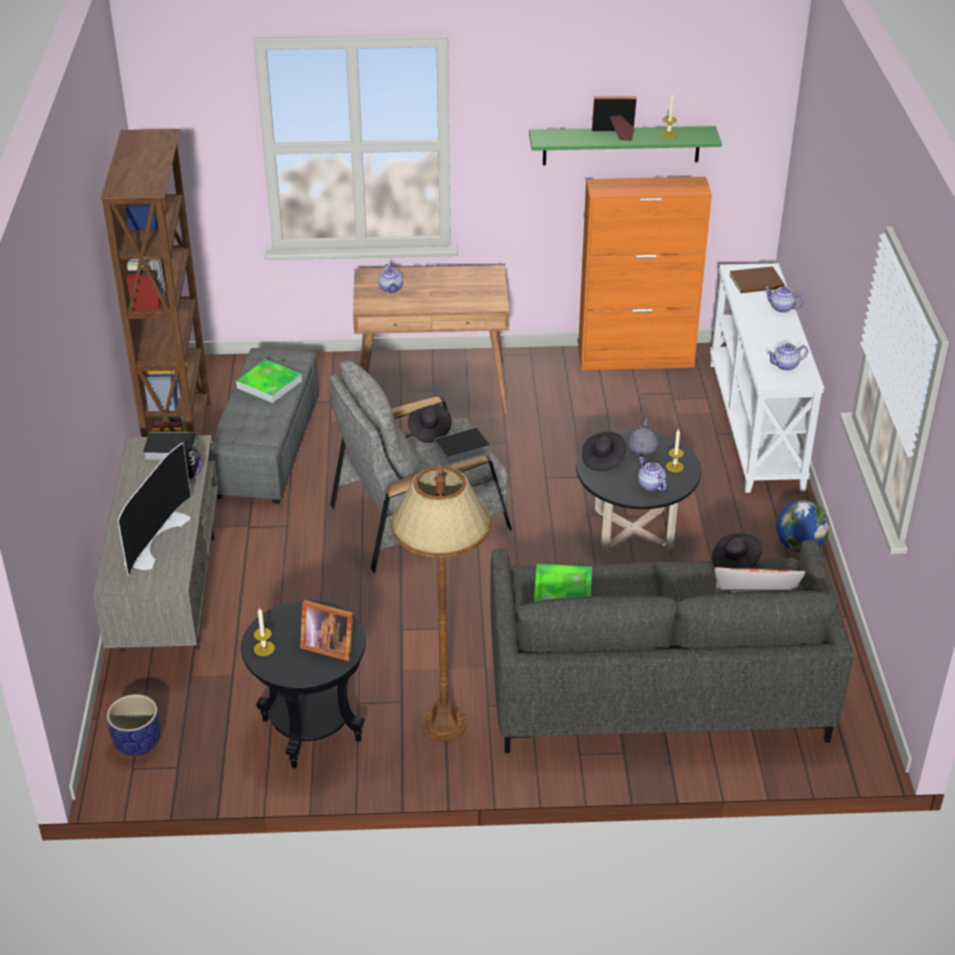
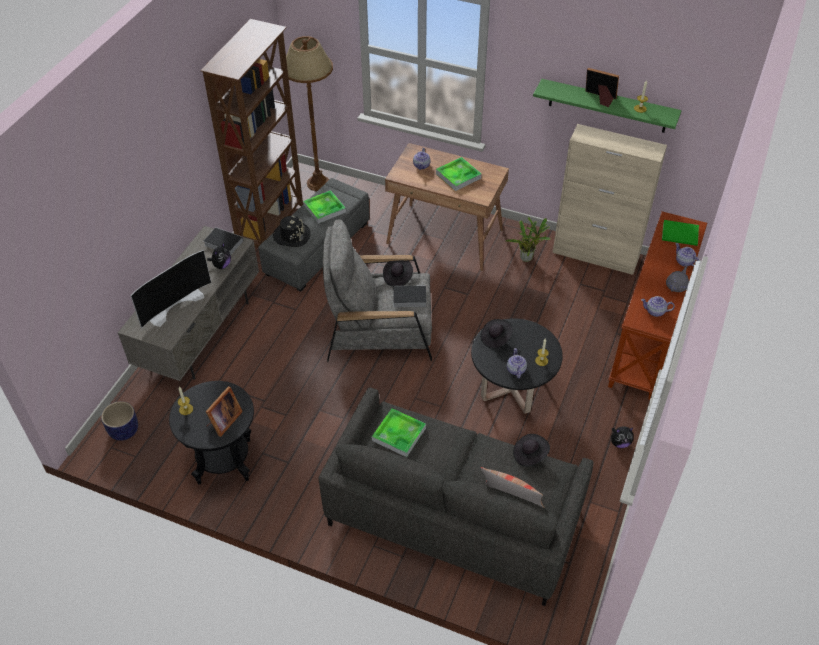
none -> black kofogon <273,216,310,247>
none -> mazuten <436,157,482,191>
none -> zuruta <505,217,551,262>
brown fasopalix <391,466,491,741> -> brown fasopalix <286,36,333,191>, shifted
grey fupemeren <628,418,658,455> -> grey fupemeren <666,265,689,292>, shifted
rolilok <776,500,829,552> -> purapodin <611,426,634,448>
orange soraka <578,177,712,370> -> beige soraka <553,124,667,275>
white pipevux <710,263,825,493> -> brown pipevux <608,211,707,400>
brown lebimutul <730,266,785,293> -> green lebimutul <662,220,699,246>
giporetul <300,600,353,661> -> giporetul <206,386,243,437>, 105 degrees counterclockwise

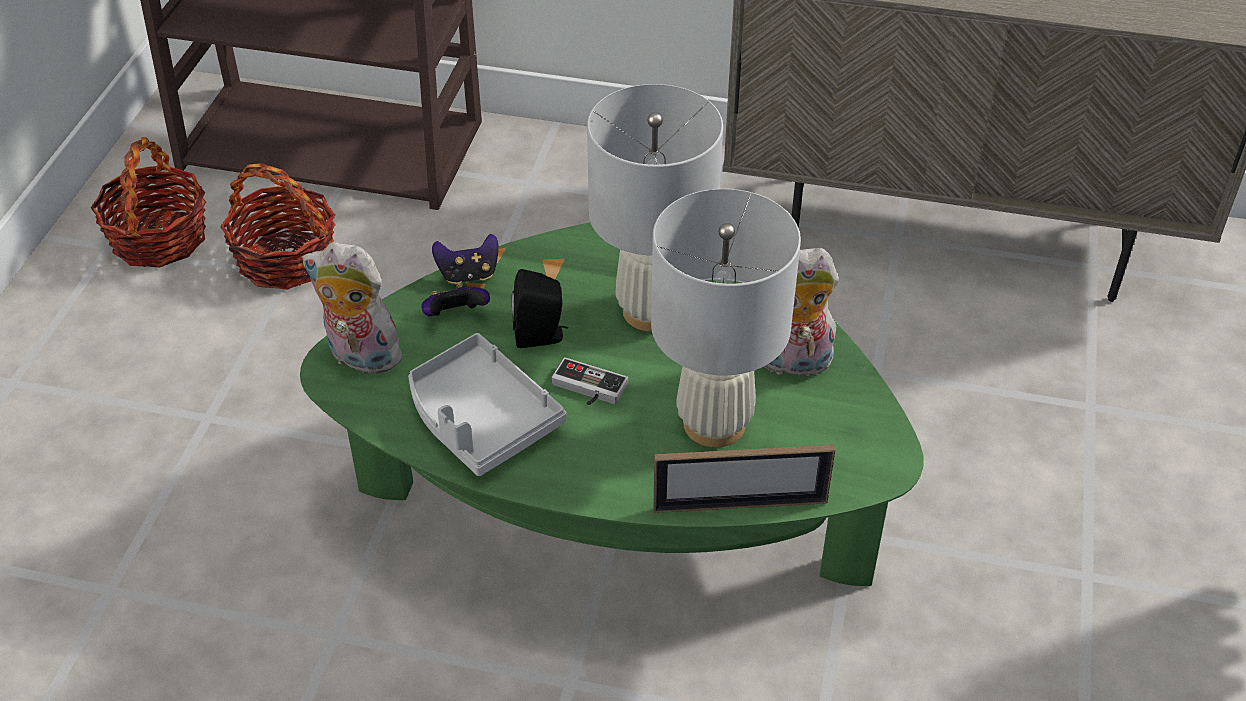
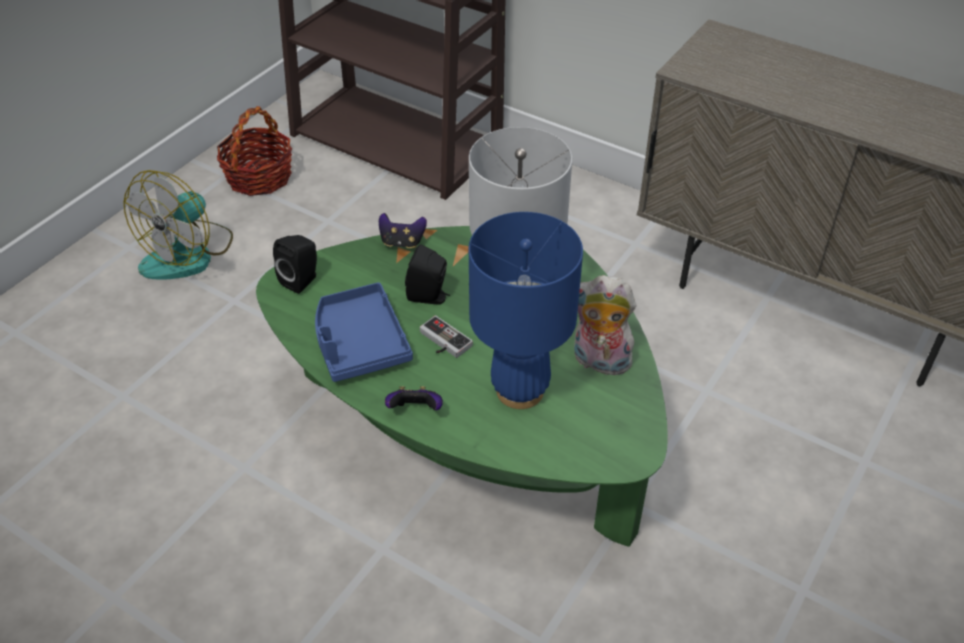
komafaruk <220,163,336,290> -> none
giporetul <653,445,835,513> -> none
none -> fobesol <123,170,233,280>
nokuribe <421,283,490,316> -> nokuribe <385,386,443,410>, shifted
purapodin <302,242,405,374> -> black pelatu <273,235,317,294>
grey mazuten <408,333,566,476> -> blue mazuten <315,282,413,382>
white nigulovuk <651,189,801,447> -> blue nigulovuk <469,212,583,409>

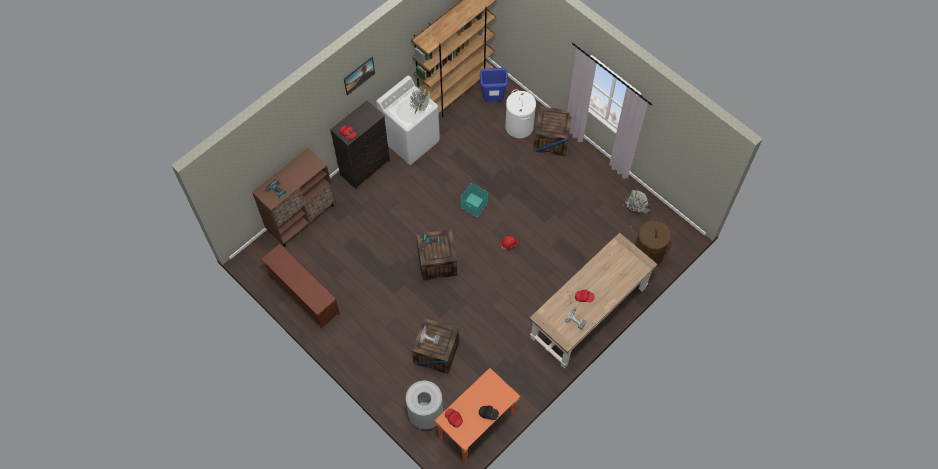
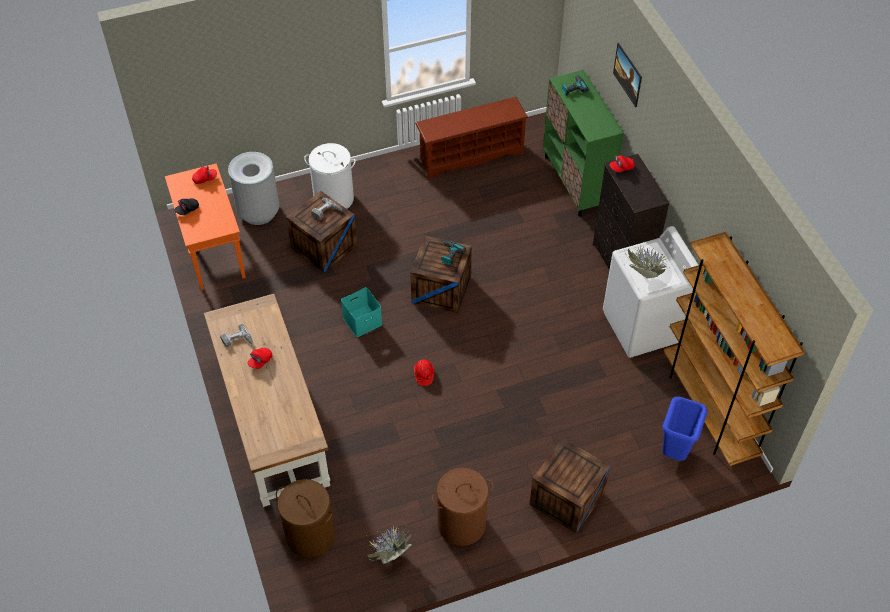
none -> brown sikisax <432,468,494,546>
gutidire <344,57,375,96> -> gutidire <613,43,642,107>, shifted
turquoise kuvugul <460,183,488,217> -> turquoise kuvugul <341,287,382,337>, shifted
white sikisax <505,89,536,138> -> white sikisax <304,143,356,209>, shifted
brown soraka <252,148,335,247> -> green soraka <543,70,624,217>

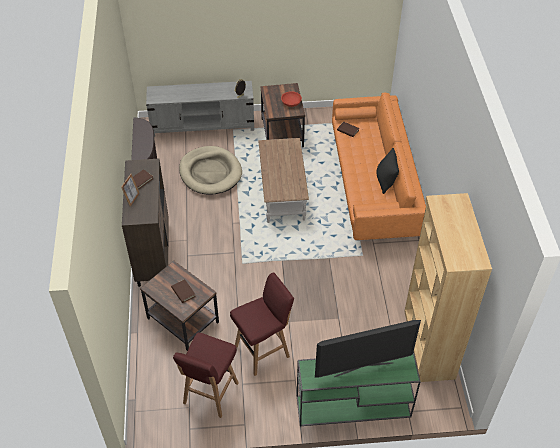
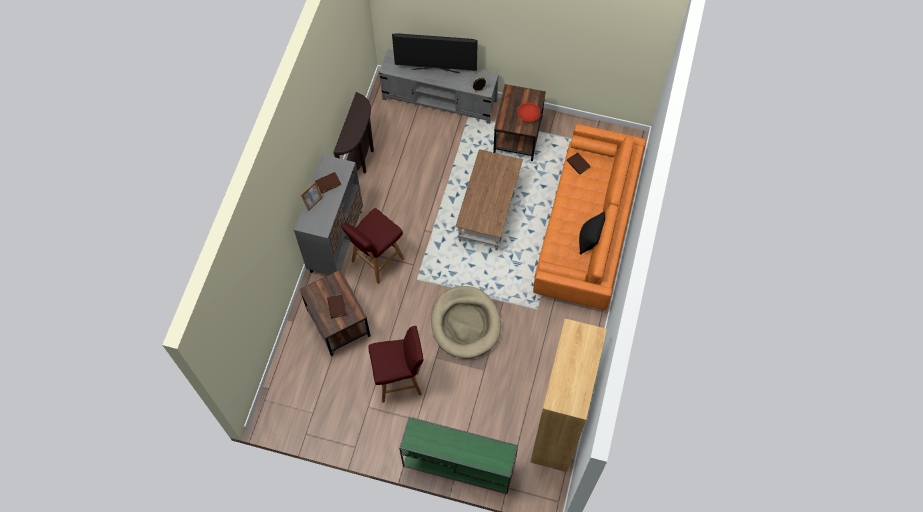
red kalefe <173,333,239,418> -> red kalefe <341,208,404,284>, shifted
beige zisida <179,146,242,195> -> beige zisida <431,286,501,358>, shifted
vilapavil <315,320,421,378> -> vilapavil <392,33,478,73>, shifted
brown soraka <122,159,169,287> -> grey soraka <294,154,363,275>

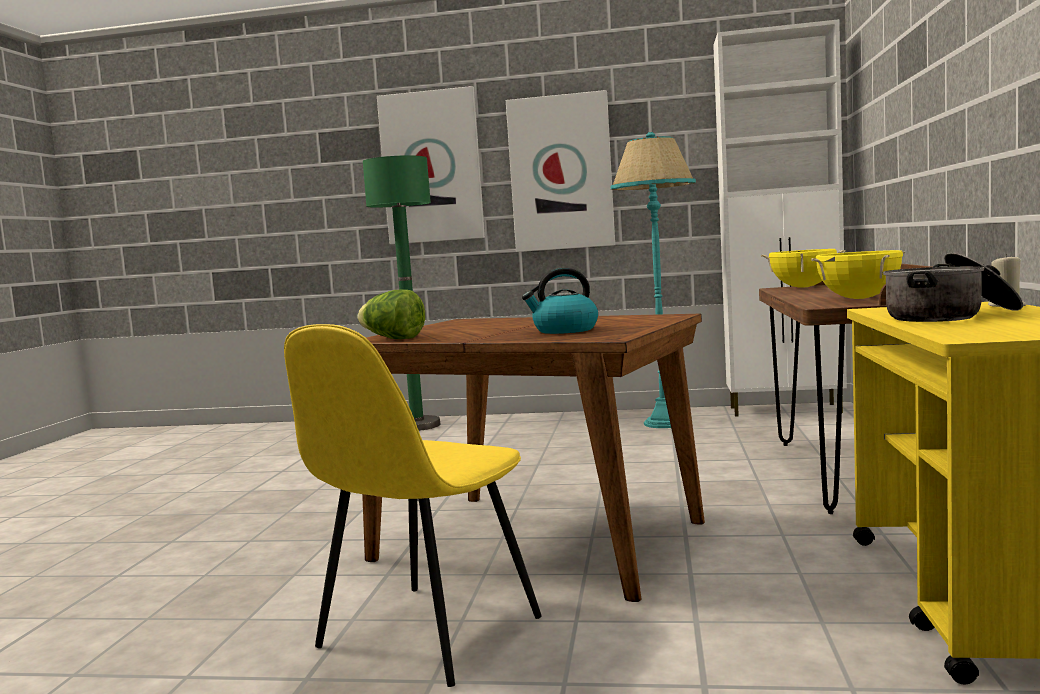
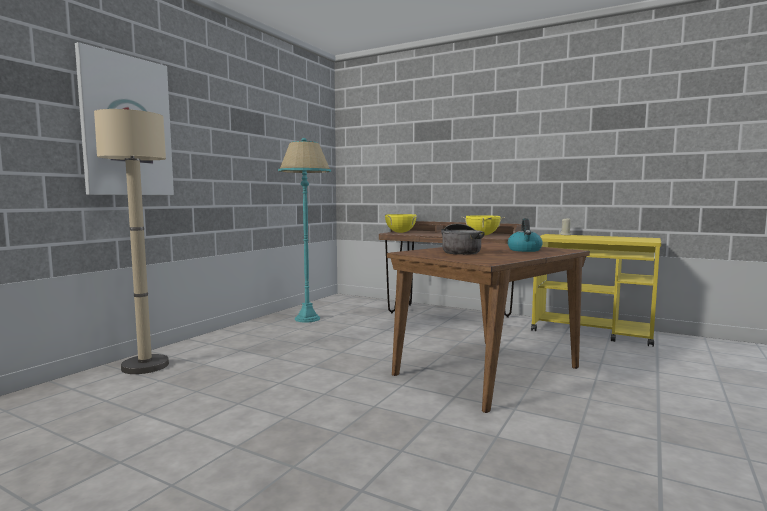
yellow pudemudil <284,324,542,687> -> none
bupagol <358,290,425,339> -> none
gutidire <506,90,615,252> -> none
white soraka <713,19,847,417> -> none
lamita <883,253,1023,322> -> lamita <441,224,484,255>, shifted
green fasopalix <363,155,441,431> -> beige fasopalix <94,109,169,374>

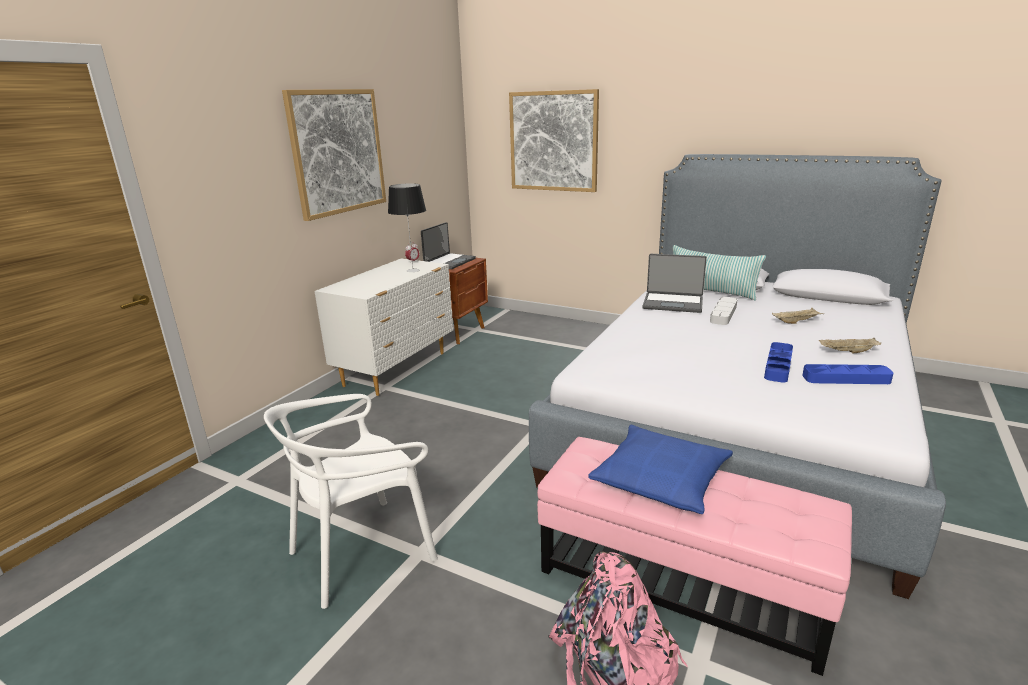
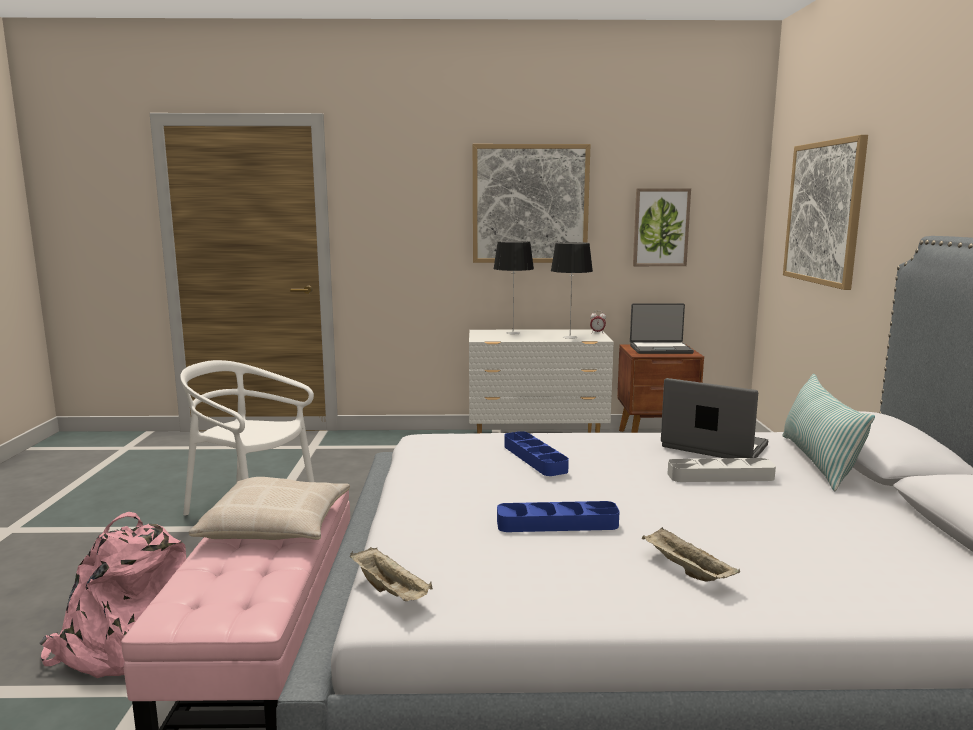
none -> nigulovuk <493,241,534,335>
none -> gutidire <633,188,691,266>
beige mazuten <772,307,824,324> -> beige mazuten <350,547,433,601>, shifted
blue mazuten <802,364,894,384> -> blue mazuten <504,431,569,476>, shifted
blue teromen <588,425,733,514> -> beige teromen <189,477,350,540>
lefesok <642,254,707,313> -> lefesok <661,378,768,458>, 135 degrees clockwise

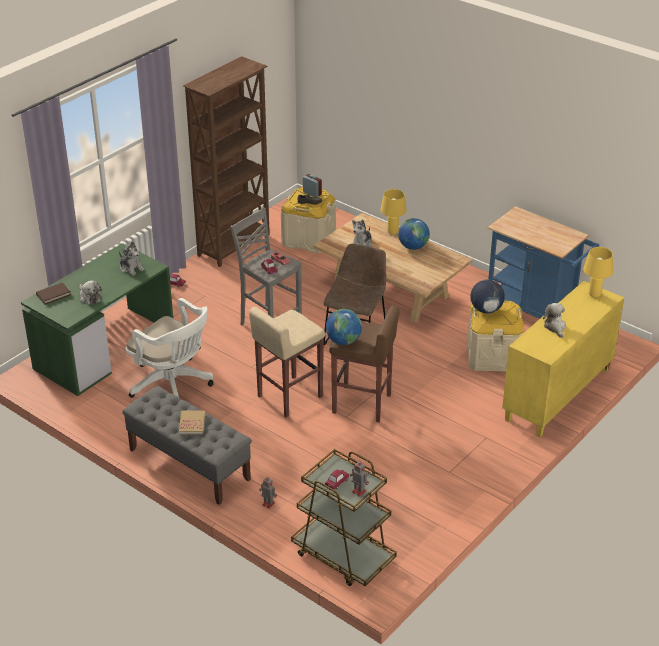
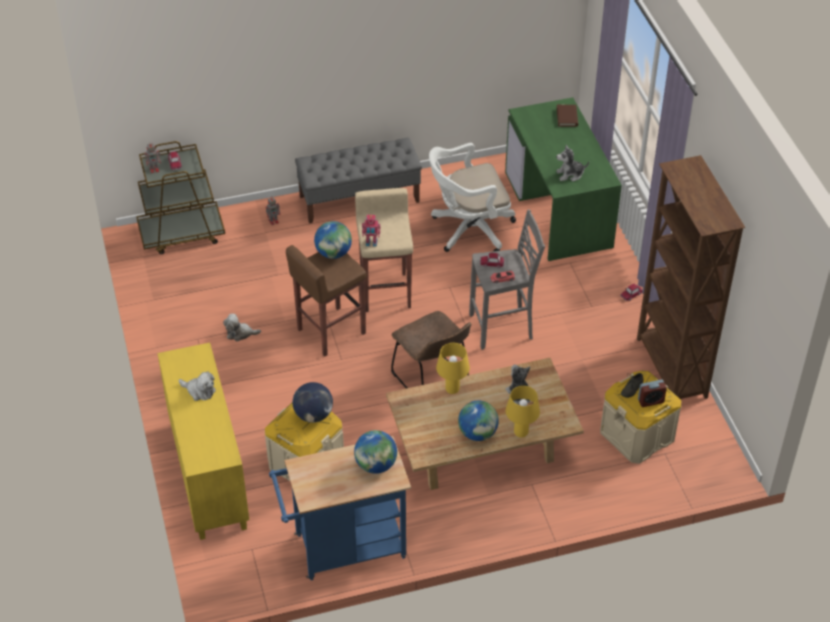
lebimutul <179,410,205,435> -> none
none -> rolilok <354,430,397,474>
none -> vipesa <362,215,381,247>
purapodin <80,280,102,305> -> purapodin <223,314,261,342>, shifted
yellow nigulovuk <583,247,613,297> -> yellow nigulovuk <436,343,470,394>, shifted

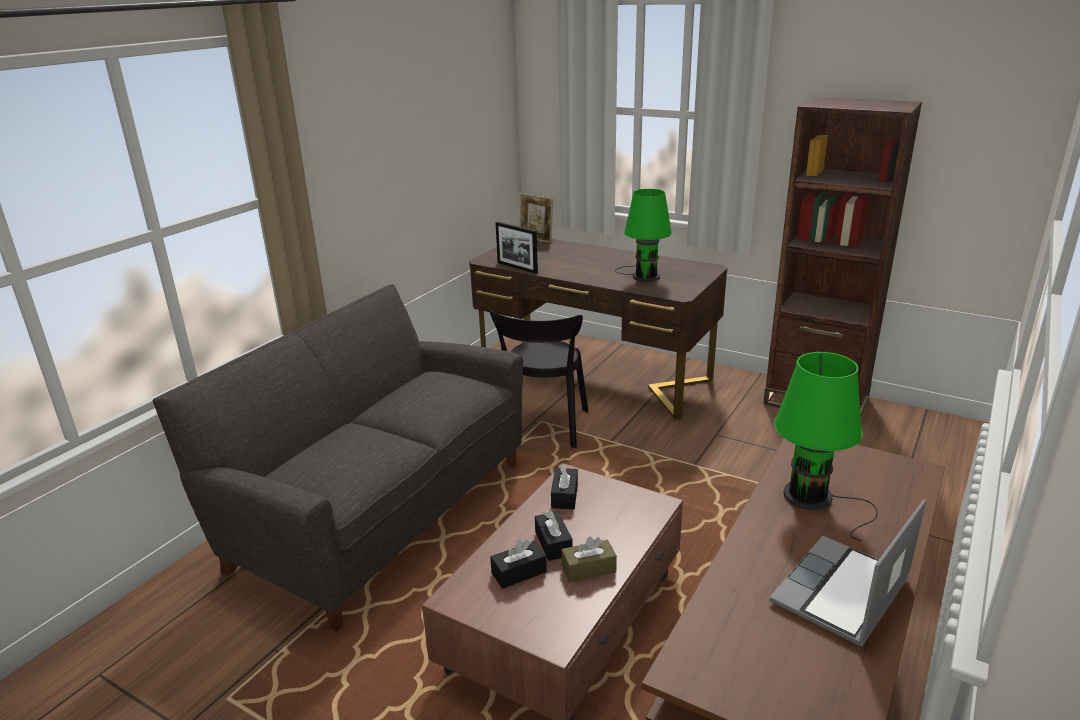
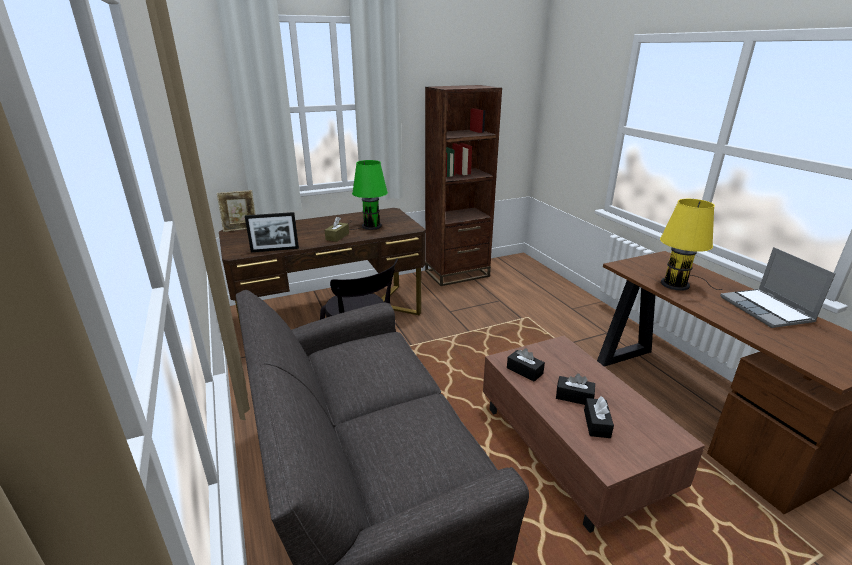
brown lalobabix <561,536,617,582> -> brown lalobabix <325,217,349,242>, shifted
green nigulovuk <774,352,878,541> -> yellow nigulovuk <660,199,722,291>

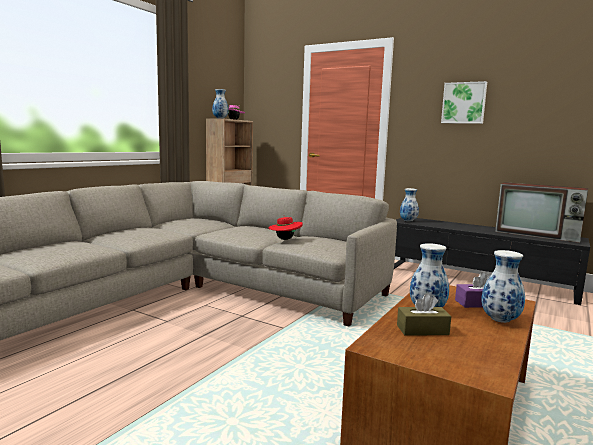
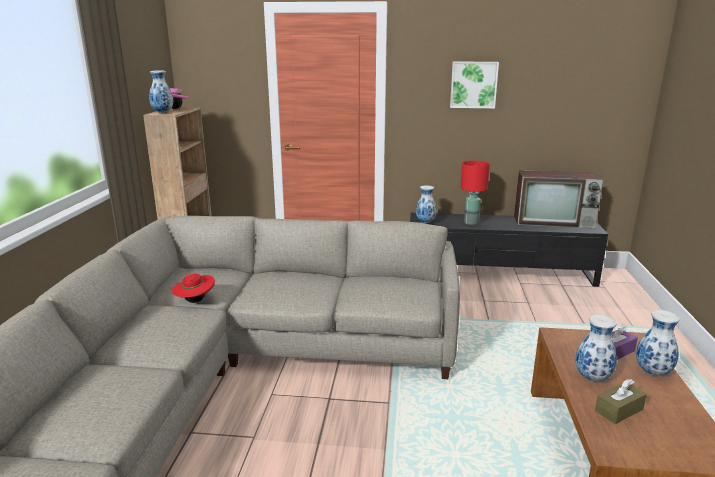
none -> red nigulovuk <461,161,490,225>
red kofogon <268,216,303,240> -> red kofogon <172,272,215,303>, shifted

